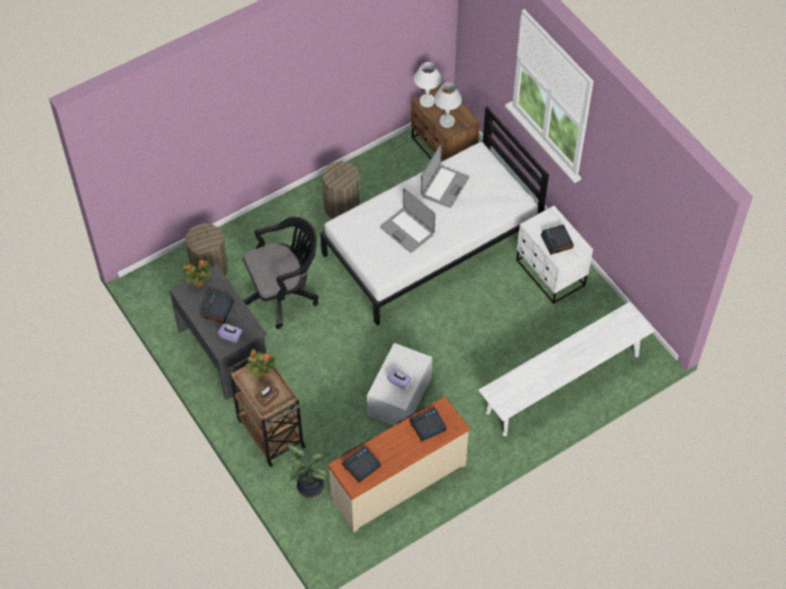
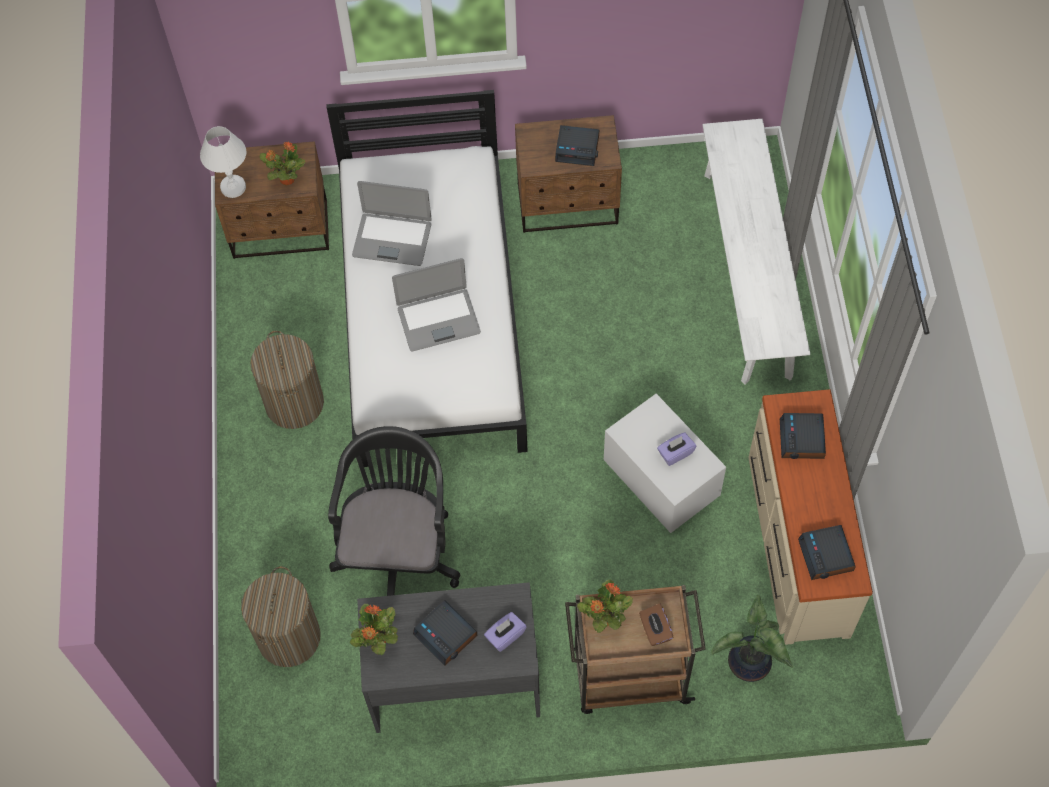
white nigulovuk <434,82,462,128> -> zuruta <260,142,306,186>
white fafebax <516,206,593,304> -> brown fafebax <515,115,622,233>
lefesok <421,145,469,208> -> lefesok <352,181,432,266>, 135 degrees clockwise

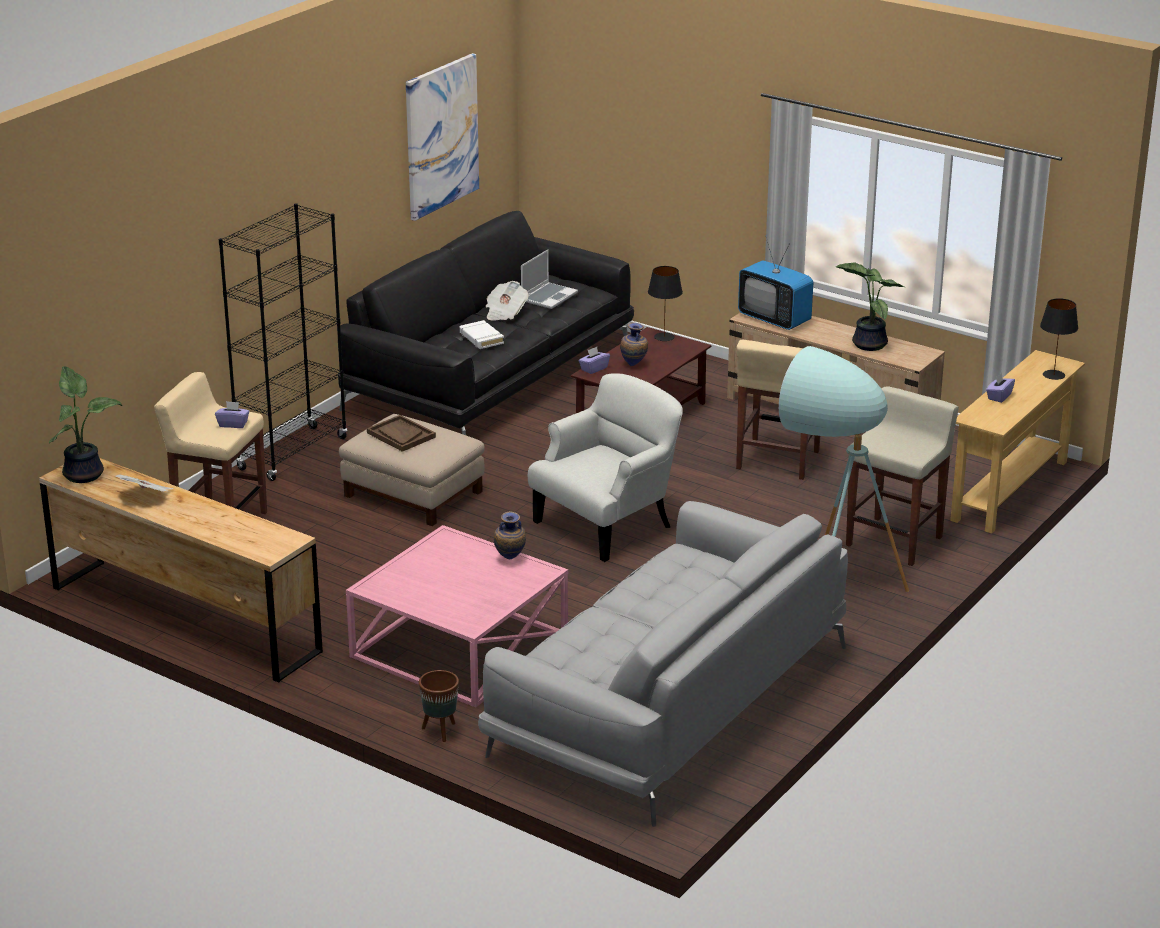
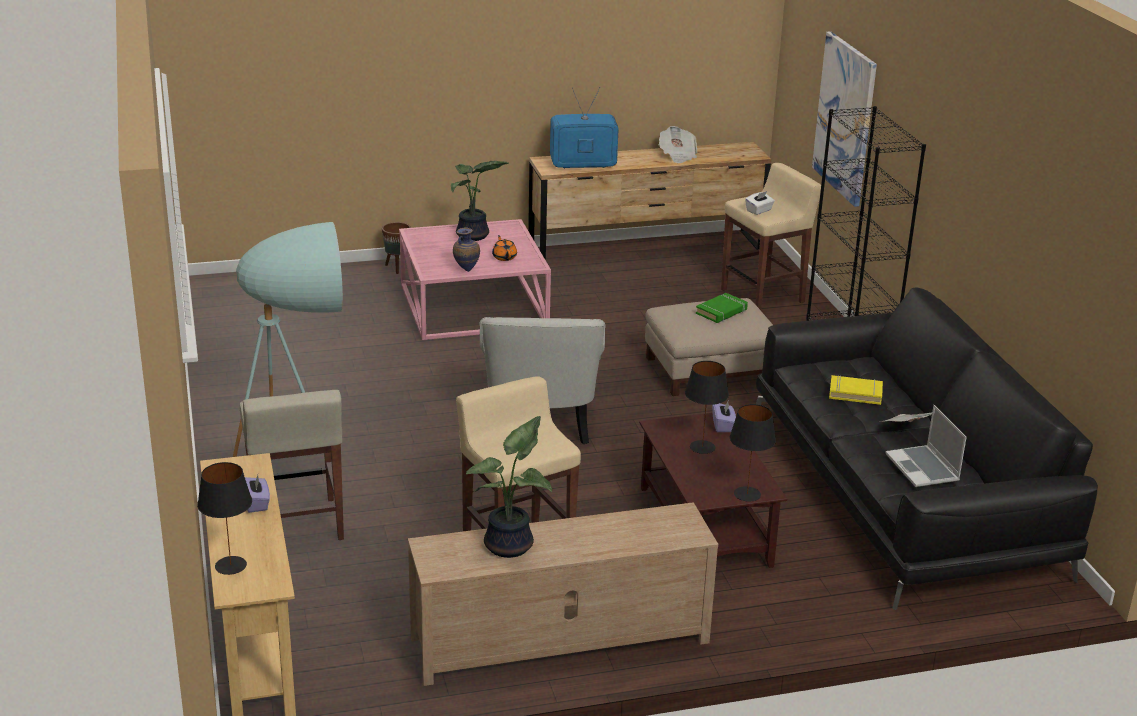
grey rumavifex <478,501,848,827> -> none
none -> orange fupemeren <492,235,517,261>
zuruta <49,366,122,483> -> zuruta <451,161,509,241>, shifted
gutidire <406,53,479,221> -> gutidire <812,31,877,207>, shifted
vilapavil <738,237,813,330> -> vilapavil <550,87,619,168>, shifted
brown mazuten <367,415,436,452> -> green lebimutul <696,293,748,323>
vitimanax <620,323,648,366> -> black nigulovuk <685,361,729,454>
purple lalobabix <215,401,250,428> -> white lalobabix <745,191,775,215>
white lebimutul <460,320,504,349> -> yellow lebimutul <829,375,883,405>

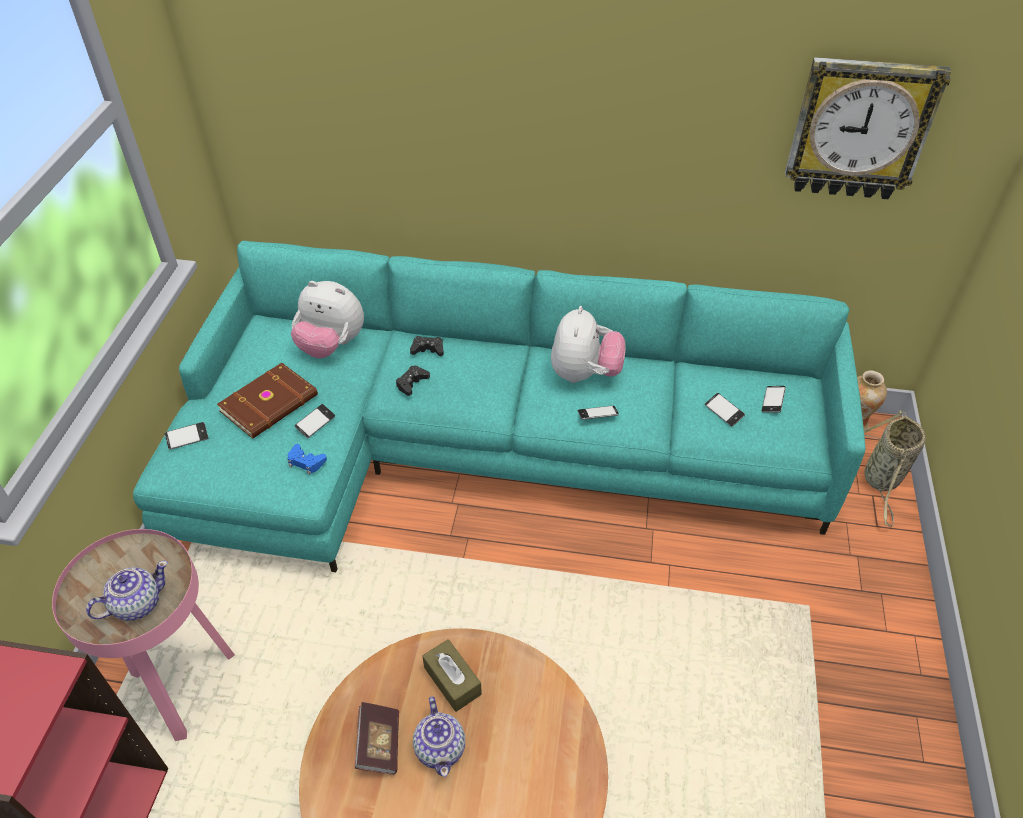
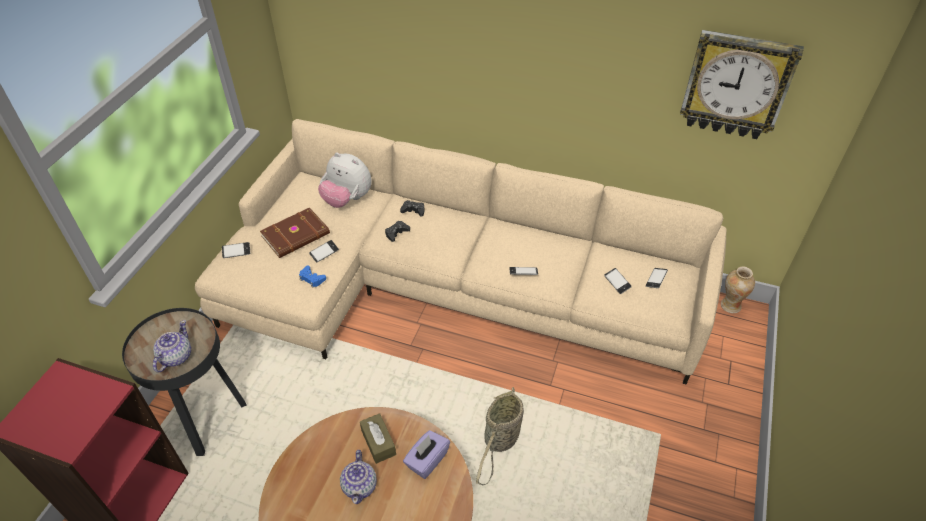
lebimutul <355,702,399,775> -> none
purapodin <551,306,626,383> -> none
none -> purple lalobabix <403,430,450,479>
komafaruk <864,410,926,527> -> komafaruk <476,387,524,485>, shifted
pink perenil <52,529,235,741> -> black perenil <122,308,247,456>
turquoise rumavifex <133,241,865,572> -> beige rumavifex <195,119,727,385>
fupemeren <86,561,168,621> -> fupemeren <153,320,191,373>, 45 degrees counterclockwise

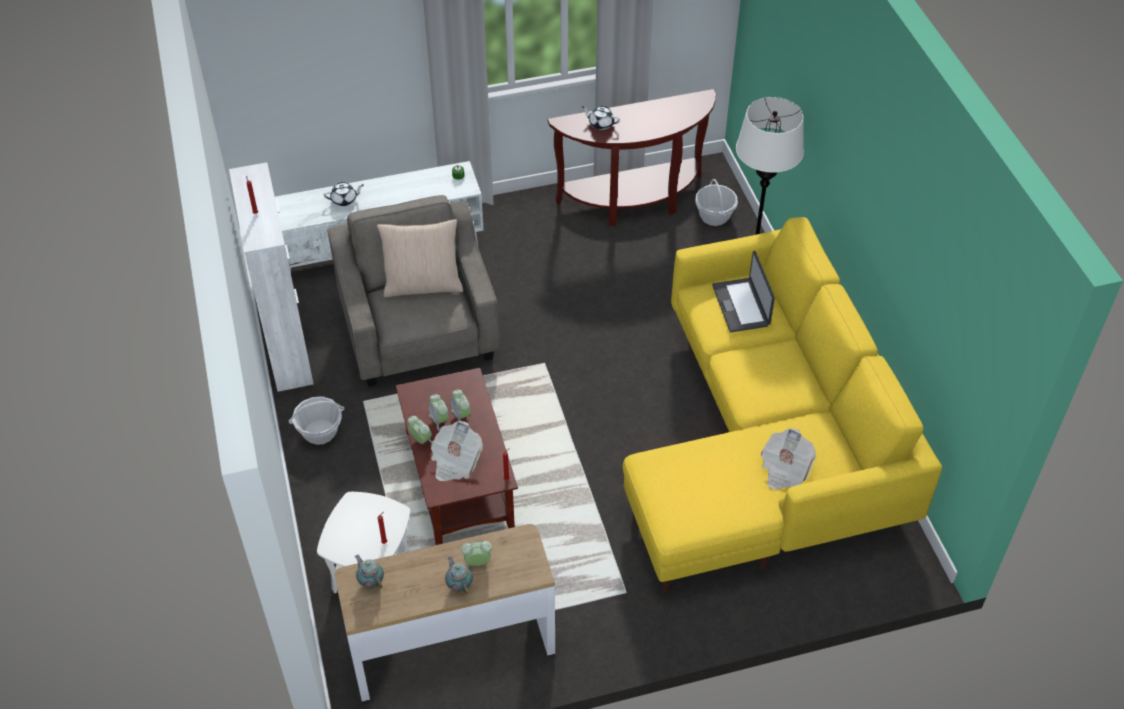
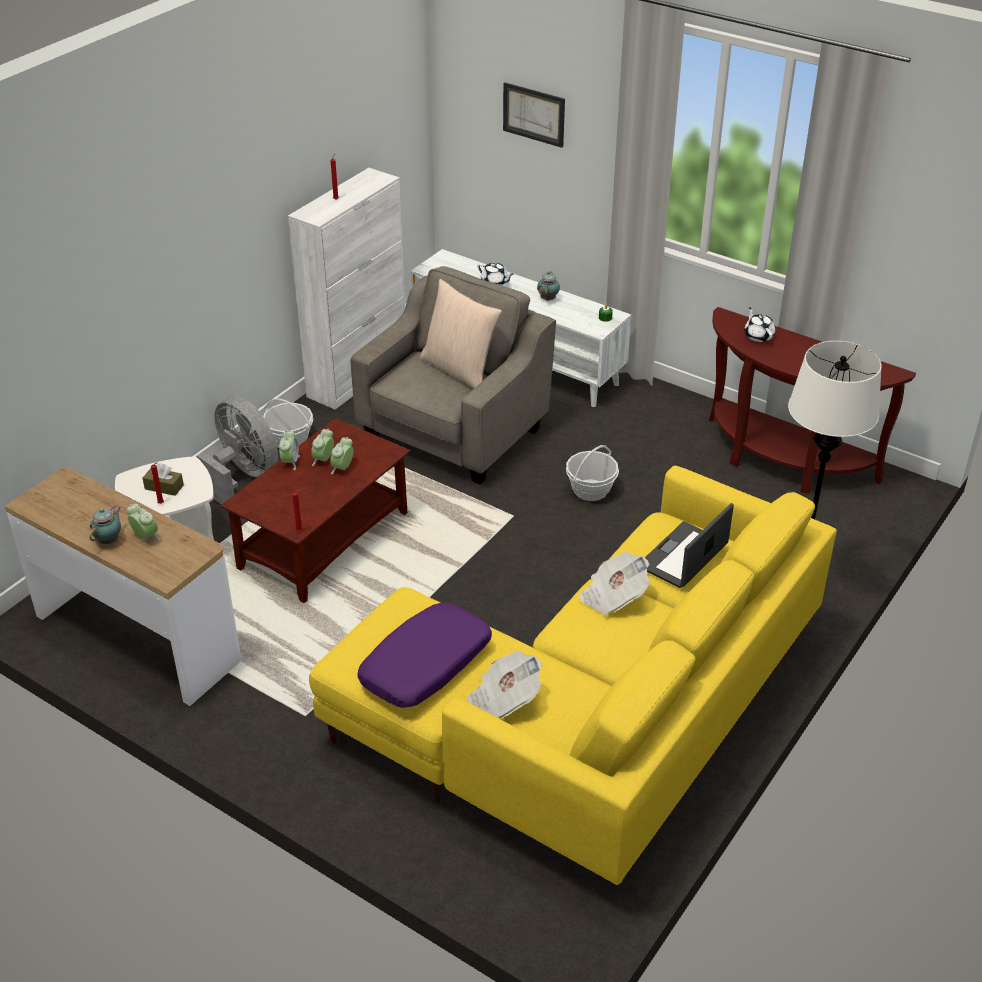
none -> brown lalobabix <143,463,184,496>
none -> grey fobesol <197,396,278,505>
none -> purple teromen <357,603,492,708>
none -> gutidire <503,82,565,148>
fupemeren <355,555,384,589> -> fupemeren <537,271,560,301>, shifted
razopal <431,421,483,481> -> razopal <579,552,650,616>, shifted
komafaruk <695,179,738,226> -> komafaruk <566,445,619,501>, shifted

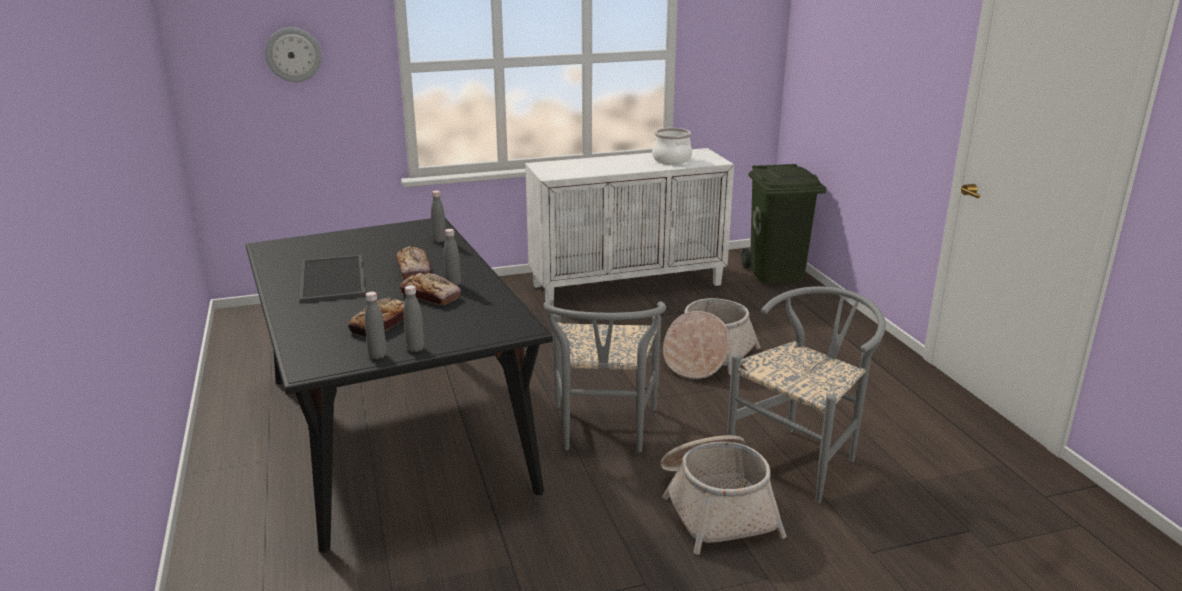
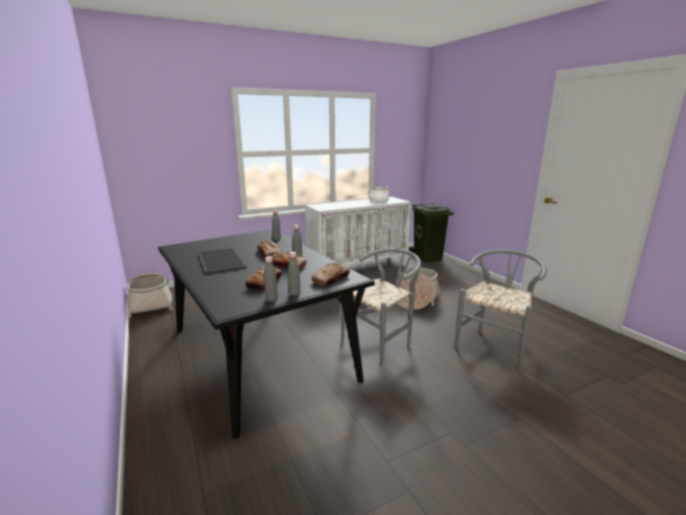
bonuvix <265,27,322,82> -> none
none -> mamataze <311,263,350,286>
komafaruk <660,435,787,554> -> komafaruk <127,273,173,318>, shifted
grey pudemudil <544,299,666,452> -> grey pudemudil <341,248,421,366>, 120 degrees counterclockwise

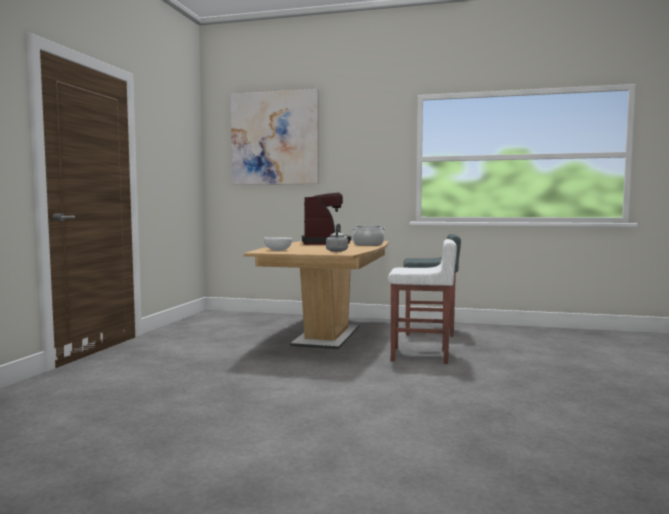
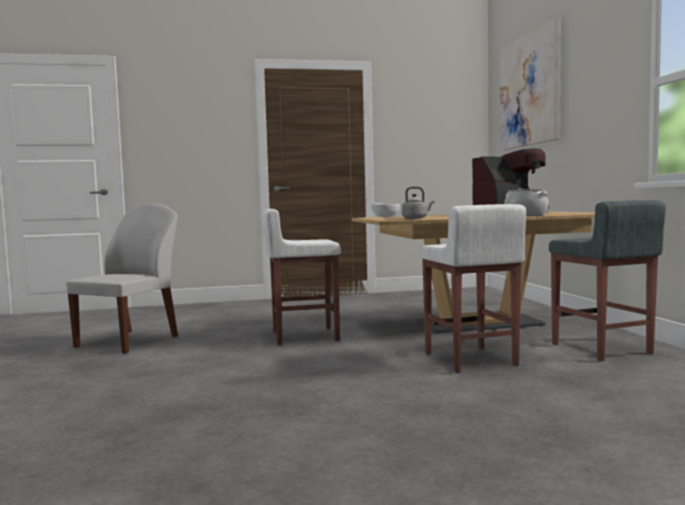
none -> white pudemudil <66,203,178,354>
none -> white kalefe <263,209,341,345>

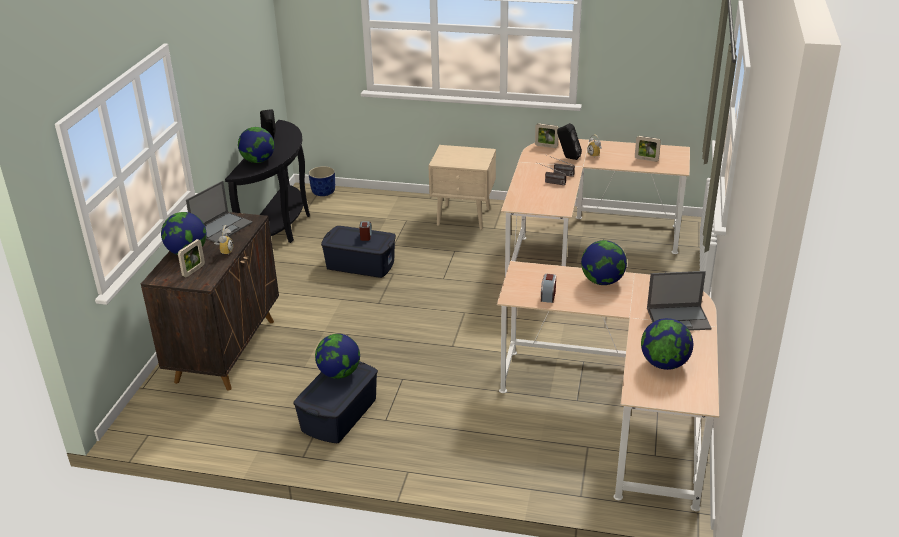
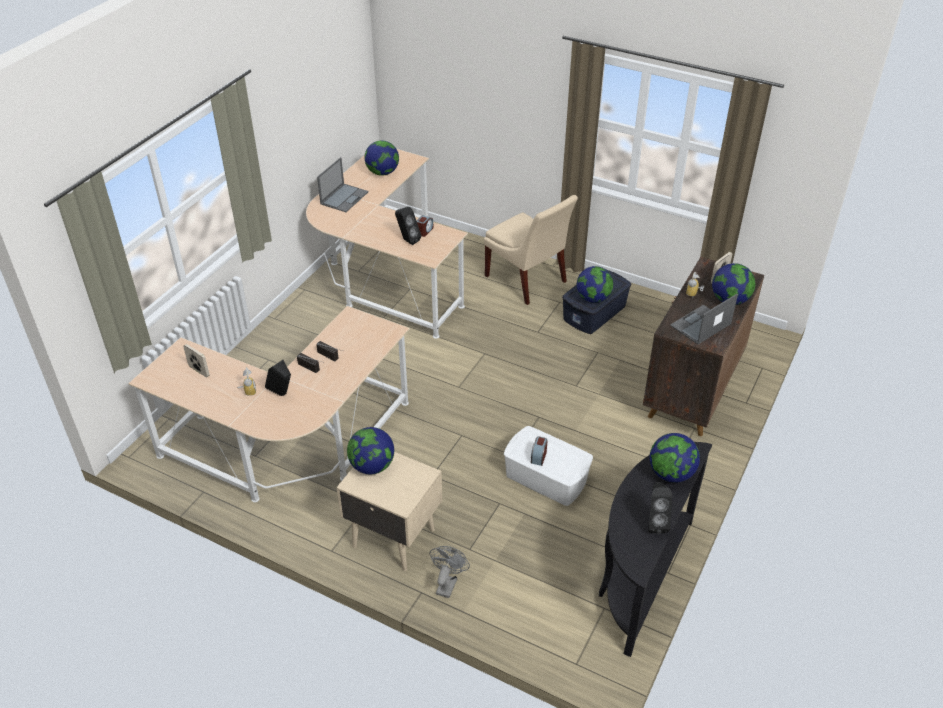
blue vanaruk <308,166,335,196> -> none
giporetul <535,123,559,148> -> none
none -> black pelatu <395,207,421,245>
none -> grey fobesol <430,546,470,598>
none -> beige pudemudil <484,195,578,305>
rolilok <581,240,627,285> -> rolilok <347,427,394,474>, shifted
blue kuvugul <321,226,396,278> -> white kuvugul <504,426,593,506>
lefesok <647,271,712,331> -> lefesok <317,157,369,212>, 105 degrees clockwise

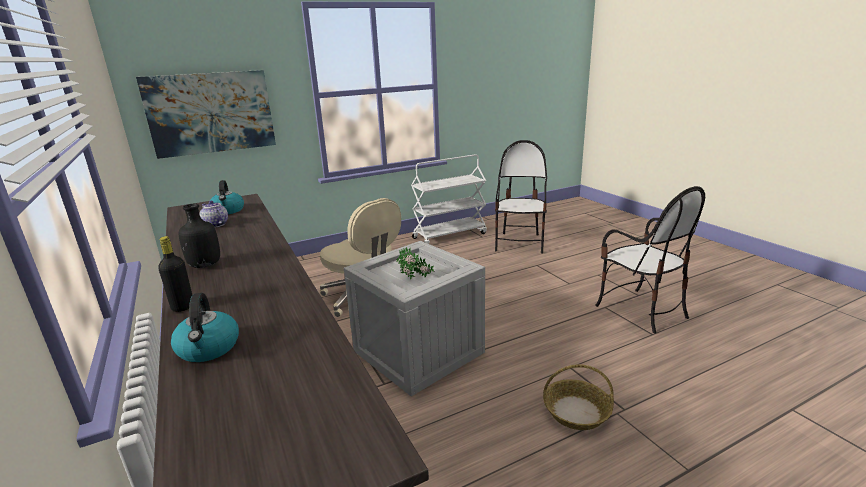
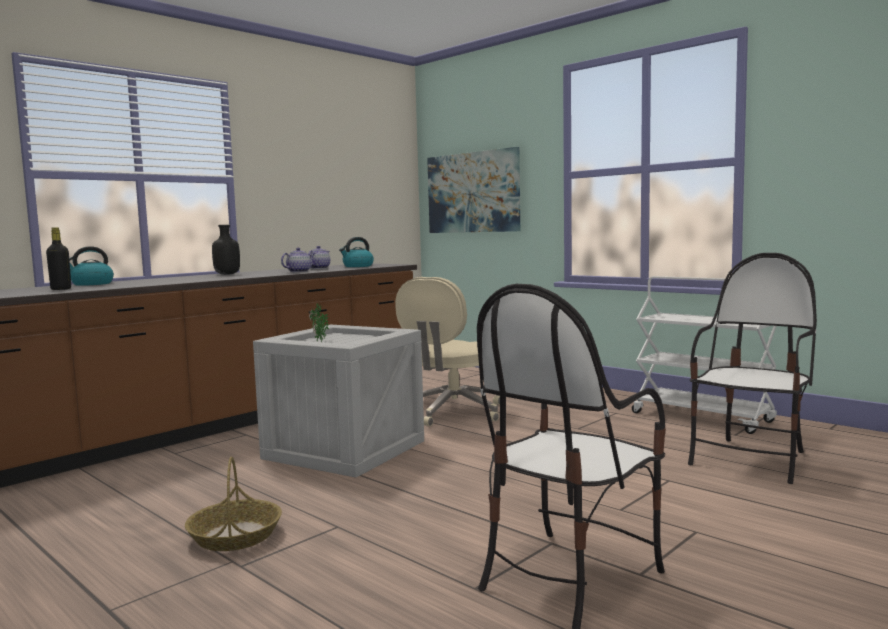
none -> fupemeren <281,248,315,272>
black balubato <158,236,192,312> -> black balubato <46,227,71,290>, shifted
pudemudil <495,140,547,254> -> pudemudil <688,253,817,484>, 45 degrees counterclockwise

